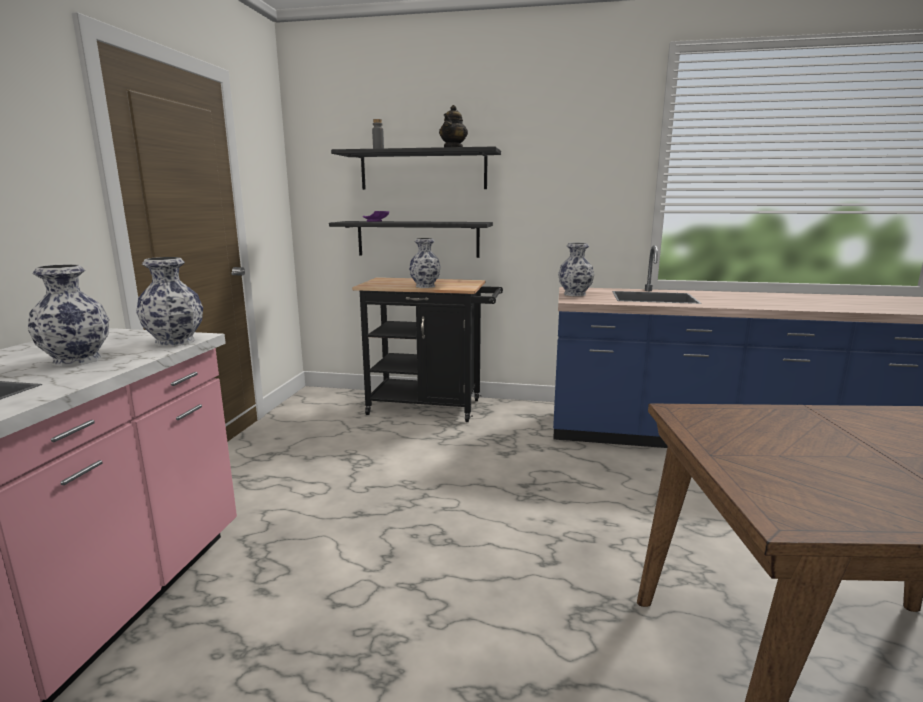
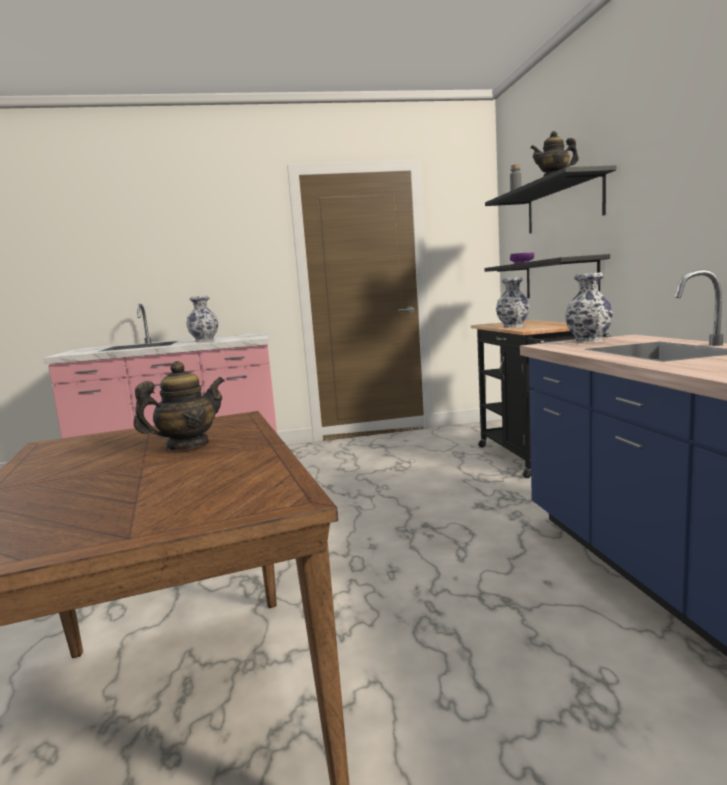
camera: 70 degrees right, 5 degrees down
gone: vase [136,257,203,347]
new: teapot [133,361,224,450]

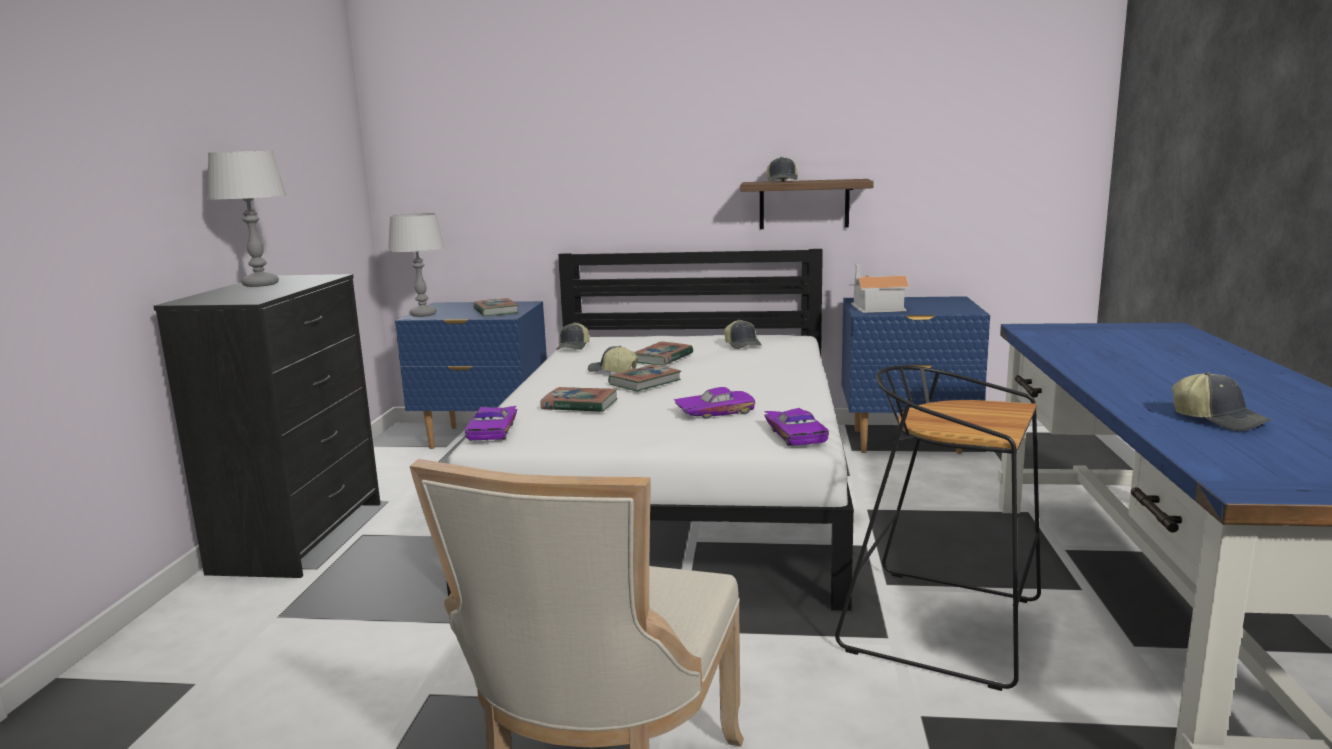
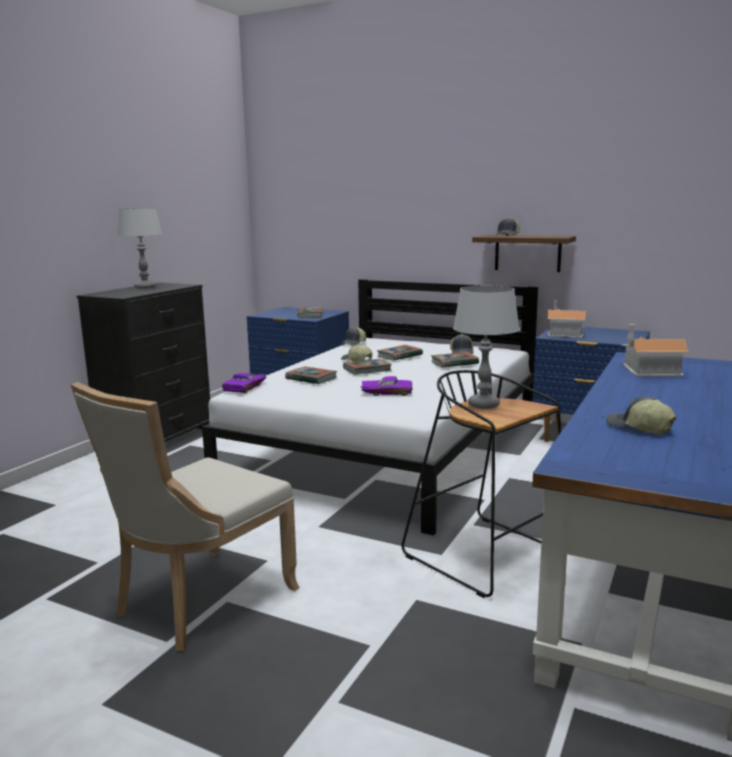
camera: 20 degrees right, 0 degrees up
gone: purple toy car [764,408,829,446]
new: toy house [621,324,689,377]; book [431,352,479,367]
shifted: grey table lamp [388,213,445,317] to [453,286,520,409]
rotated: cap [1172,372,1272,431] = [606,397,676,434] 150 degrees clockwise

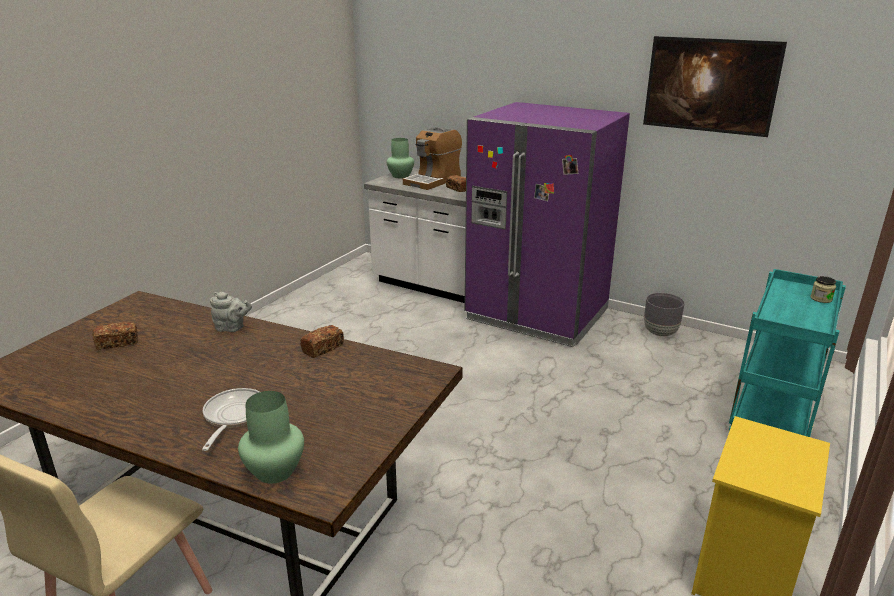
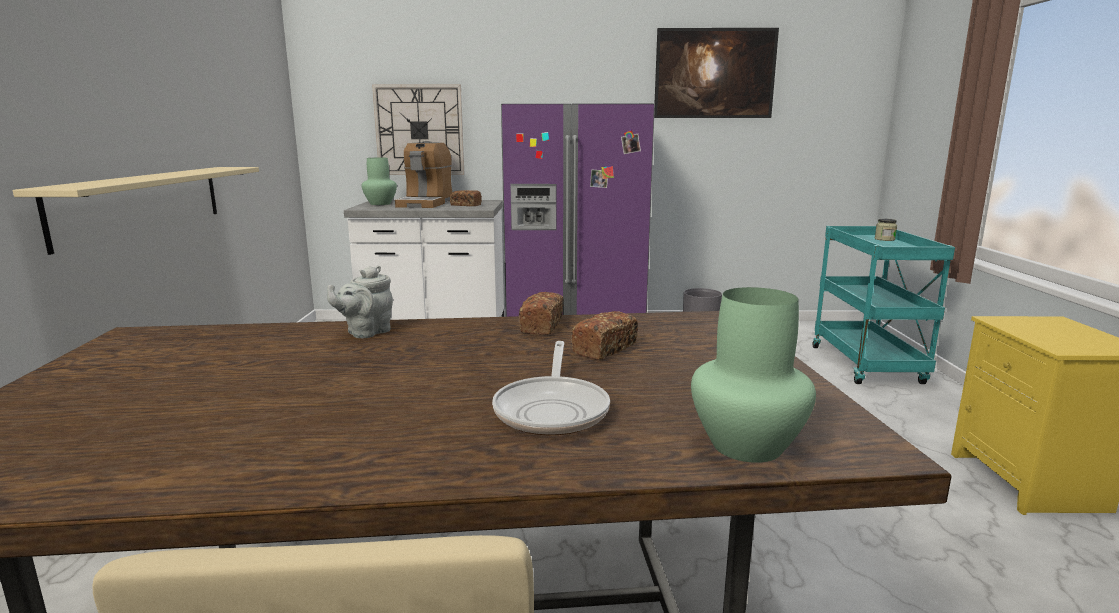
camera: 30 degrees left, 10 degrees down
new: wall clock [372,85,464,175]; beige shelf [13,167,259,255]
shifted: bread [93,322,138,350] to [571,311,638,360]
rotated: grey teapot [210,292,252,332] = [327,266,393,338] 150 degrees clockwise; frying pan [202,388,260,451] = [492,341,610,435] 150 degrees counterclockwise

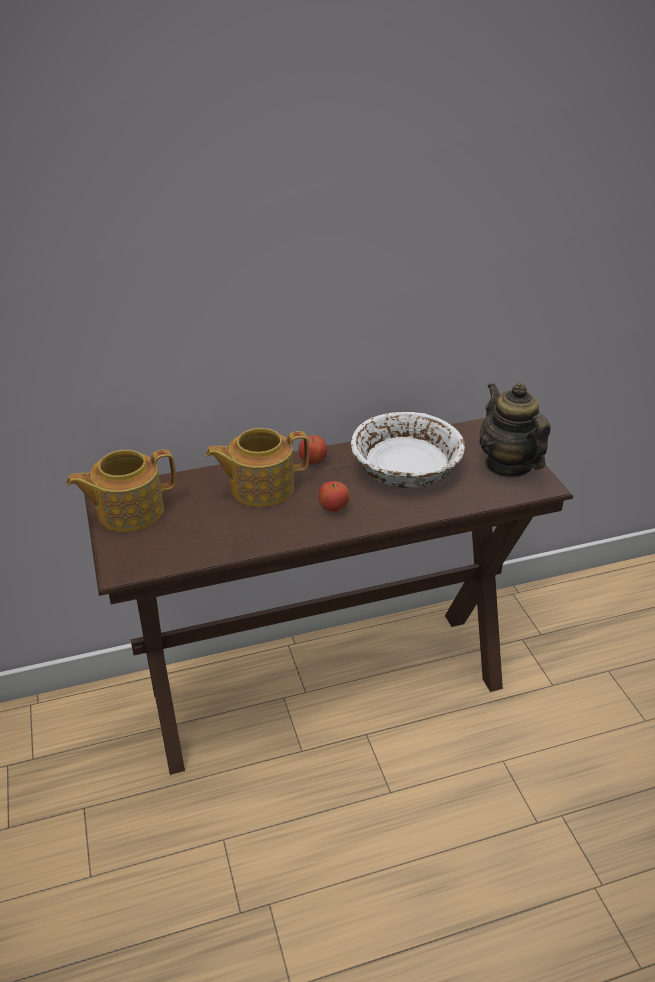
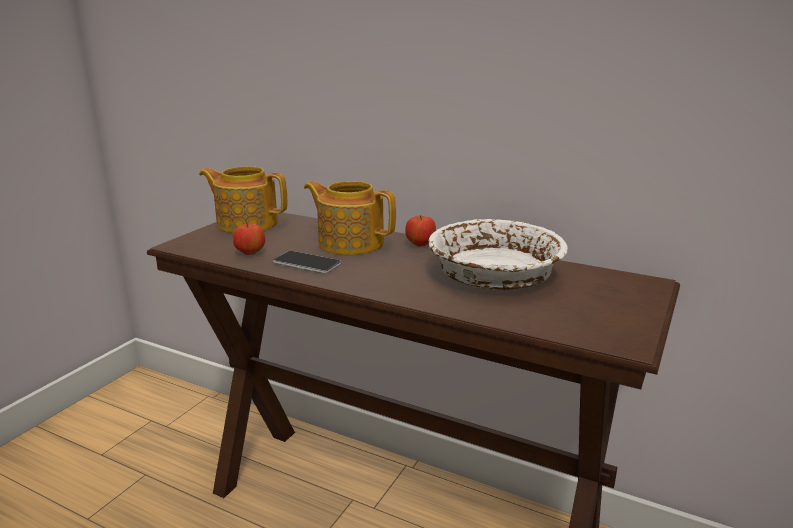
camera: 45 degrees right, 15 degrees down
gone: teapot [479,383,550,478]
new: phone [273,251,341,274]
shifted: apple [318,481,350,512] to [233,222,265,255]

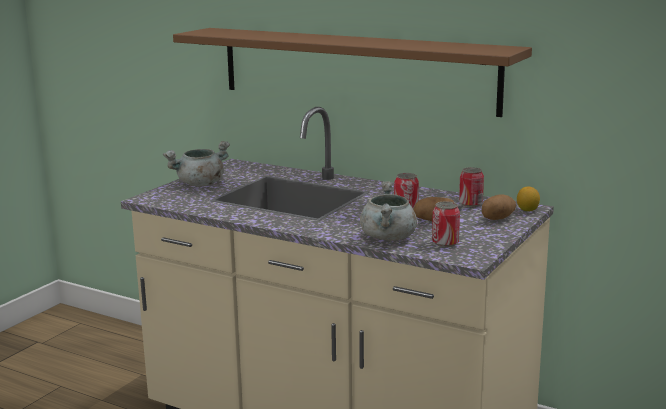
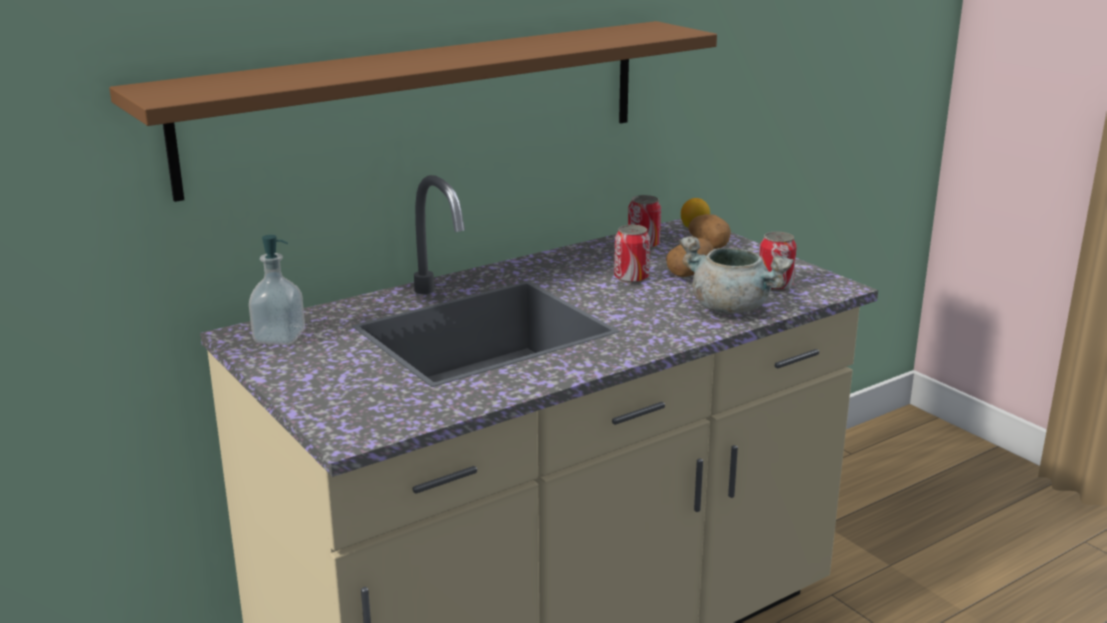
camera: 65 degrees left, 5 degrees up
gone: grey cooking pot [163,141,230,187]
new: soap dispenser [249,235,305,345]

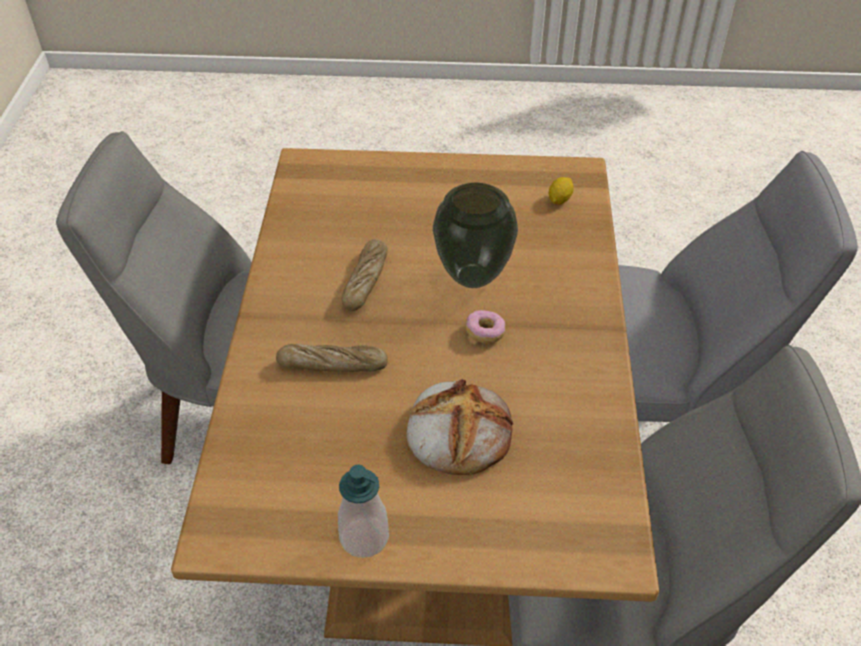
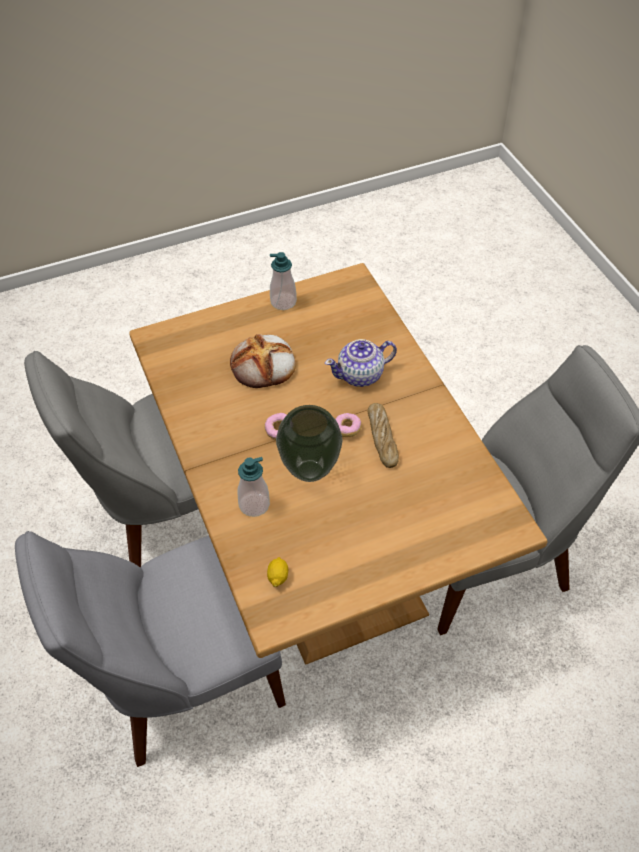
camera: 155 degrees right, 5 degrees up
new: donut [335,413,362,437]; soap dispenser [238,457,270,517]
swapped: bread [276,344,388,372] to teapot [325,339,397,387]

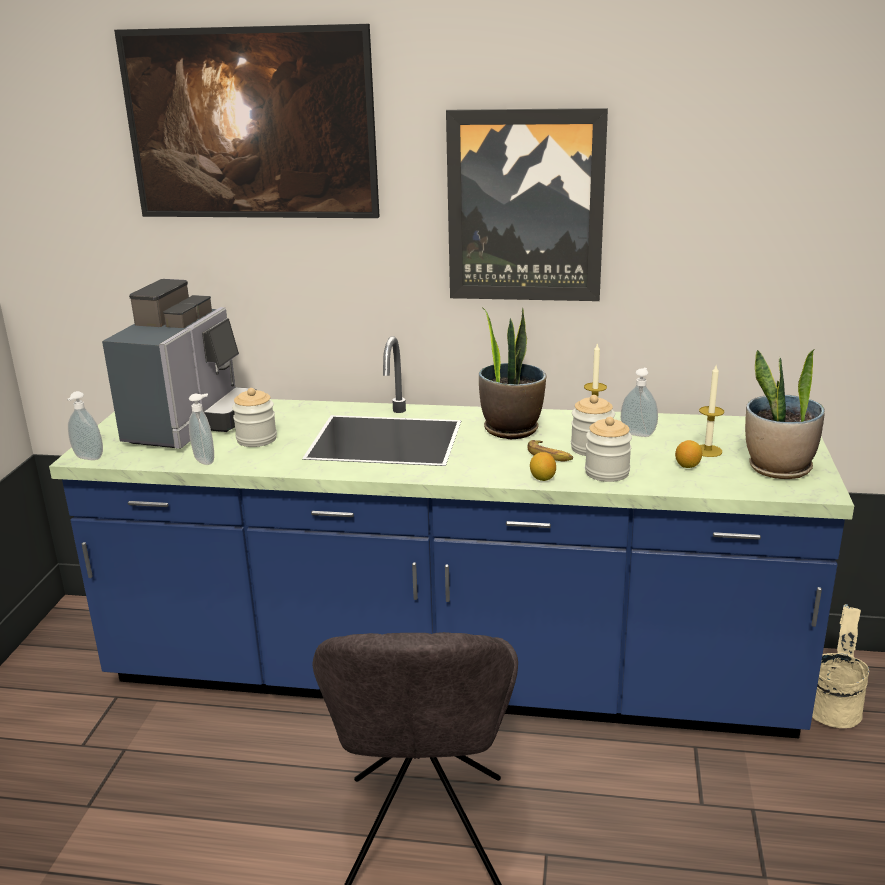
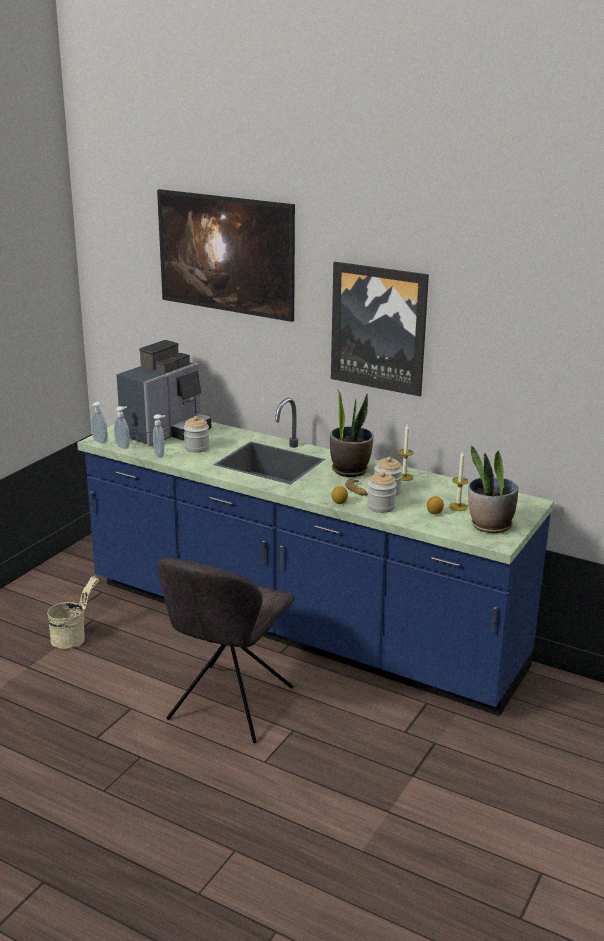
camera: 20 degrees right, 0 degrees up
shifted: soap dispenser [621,368,658,437] to [114,406,130,449]; beige bucket [812,604,869,728] to [47,576,99,649]

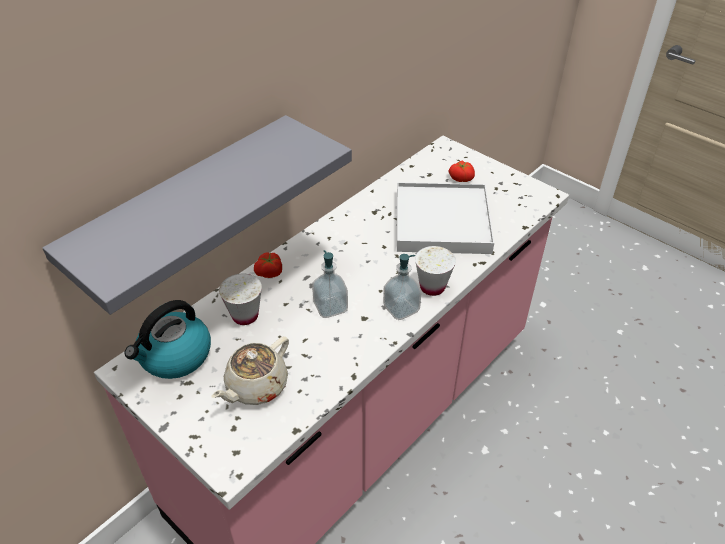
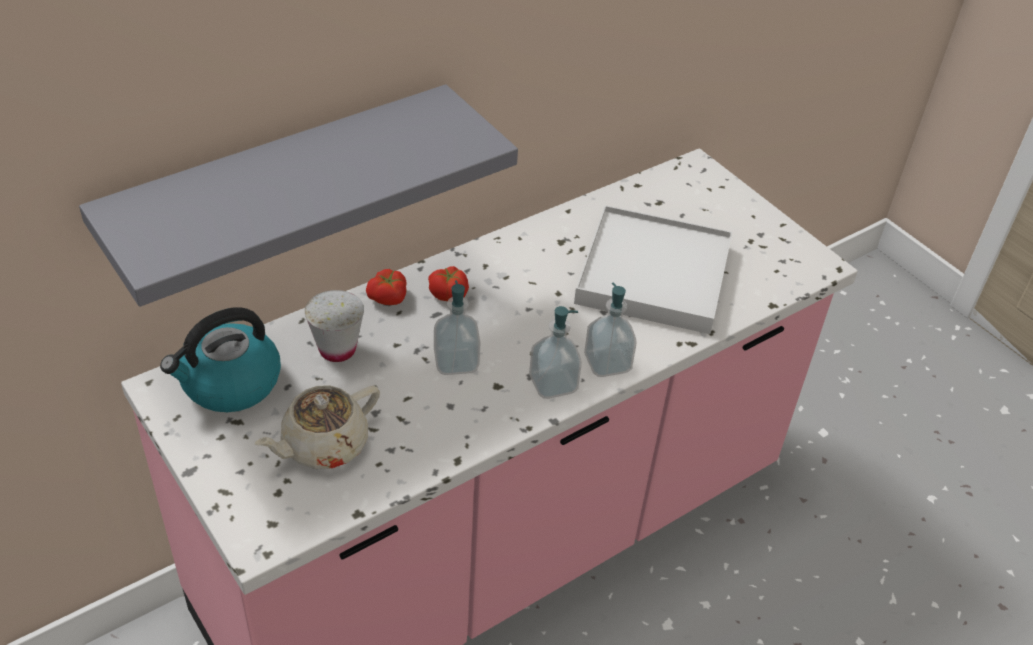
camera: 10 degrees right, 0 degrees up
shifted: tomato [449,160,475,182] to [428,266,469,301]
swapped: white cup [415,246,456,296] to soap dispenser [584,283,637,377]

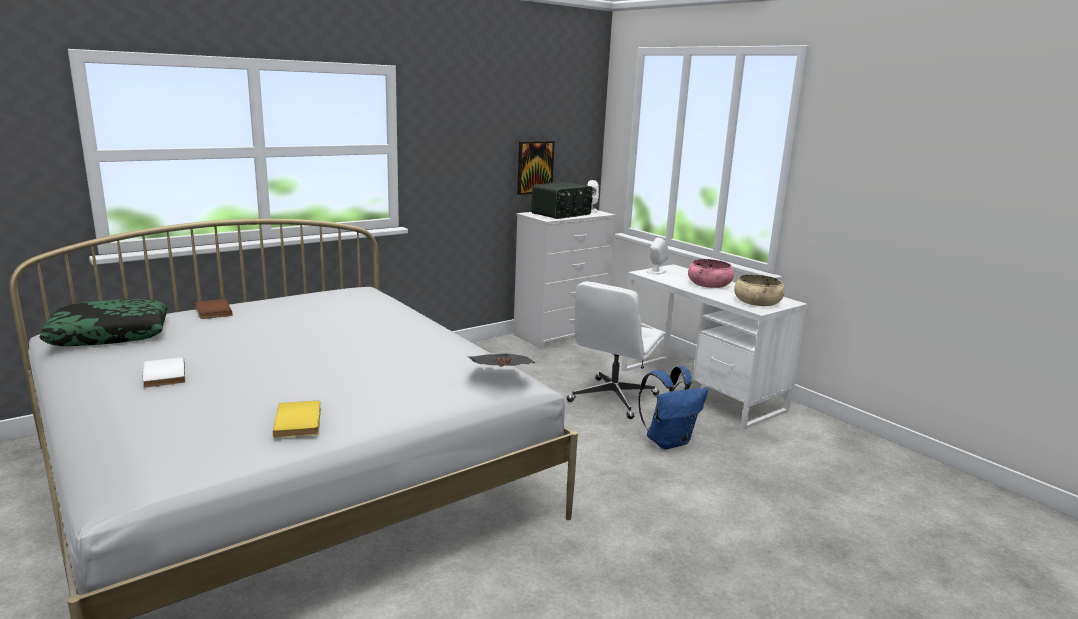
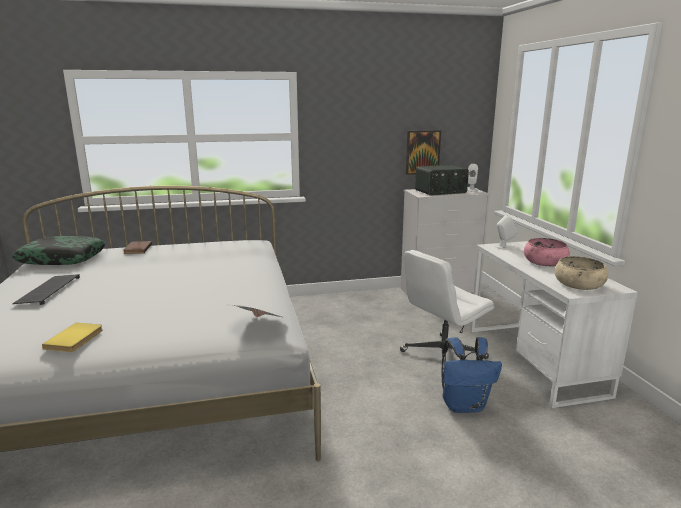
camera: 25 degrees right, 0 degrees up
swapped: white book [142,357,185,388] to keyboard [12,274,80,305]

